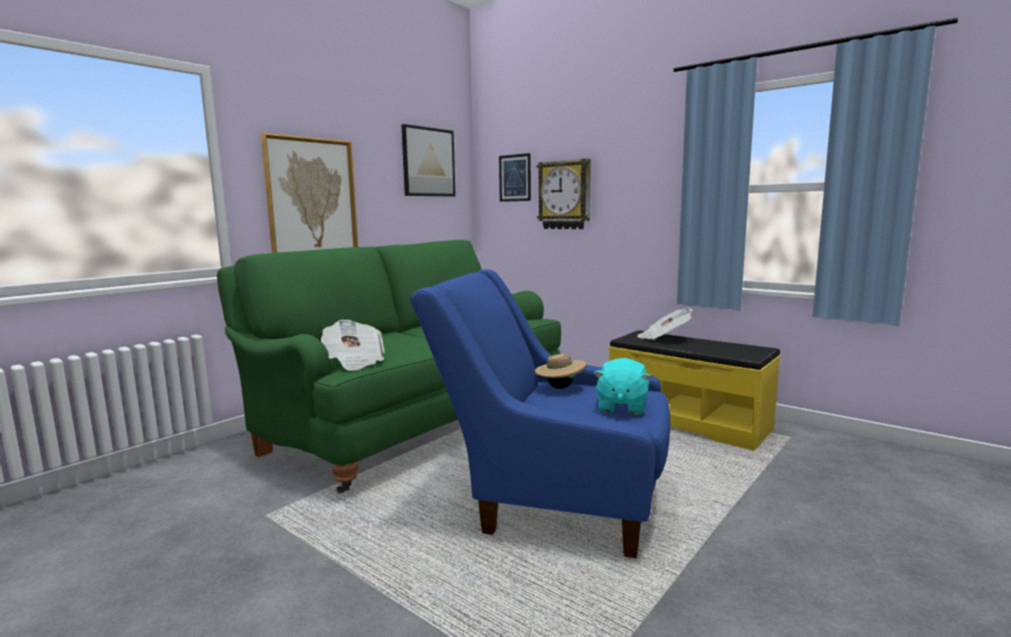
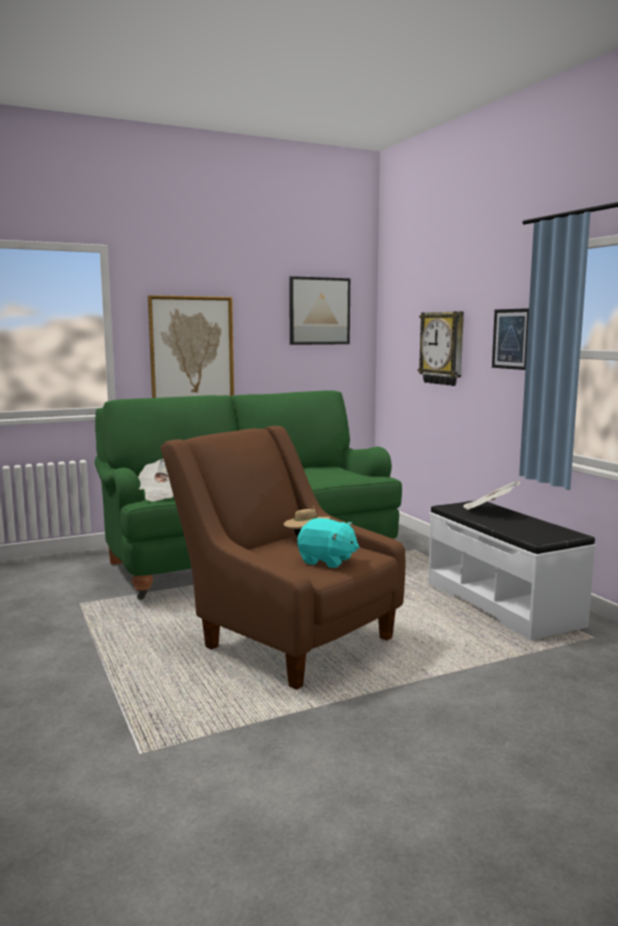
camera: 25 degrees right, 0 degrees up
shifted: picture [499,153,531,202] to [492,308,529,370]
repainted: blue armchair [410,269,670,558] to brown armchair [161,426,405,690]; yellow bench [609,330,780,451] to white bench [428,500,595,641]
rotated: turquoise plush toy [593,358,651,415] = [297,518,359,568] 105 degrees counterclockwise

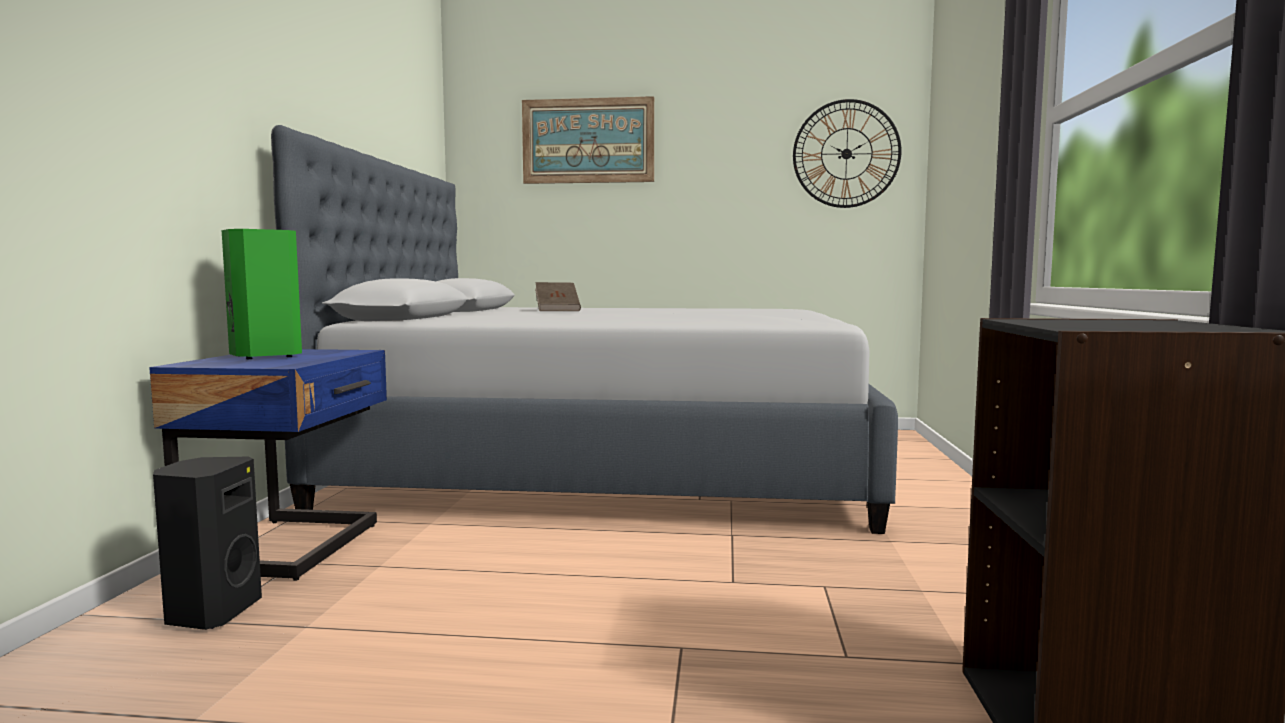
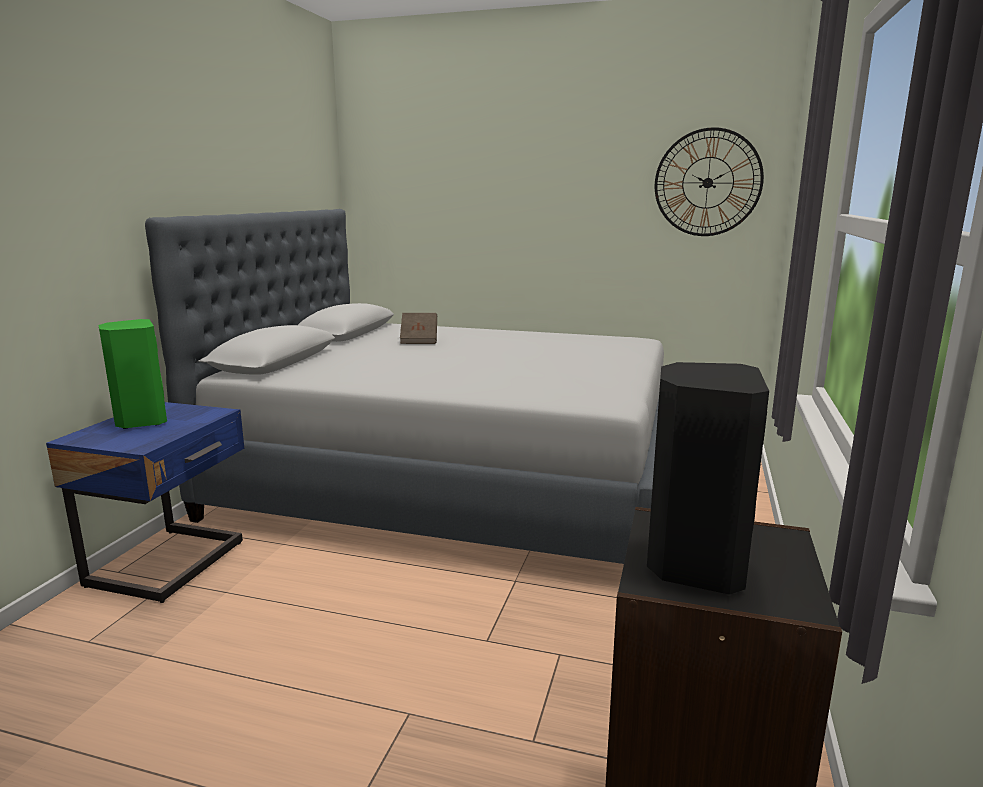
camera: 10 degrees right, 10 degrees up
gone: picture [522,96,654,184]
shifted: black speaker [153,457,262,630] to [647,362,769,595]

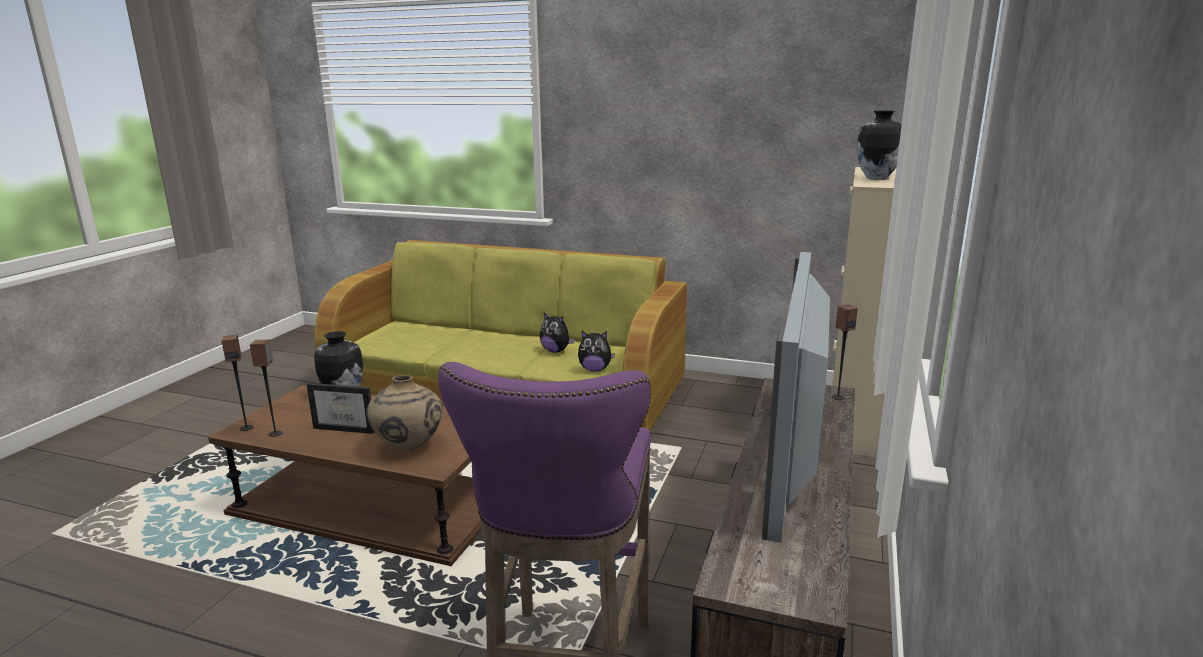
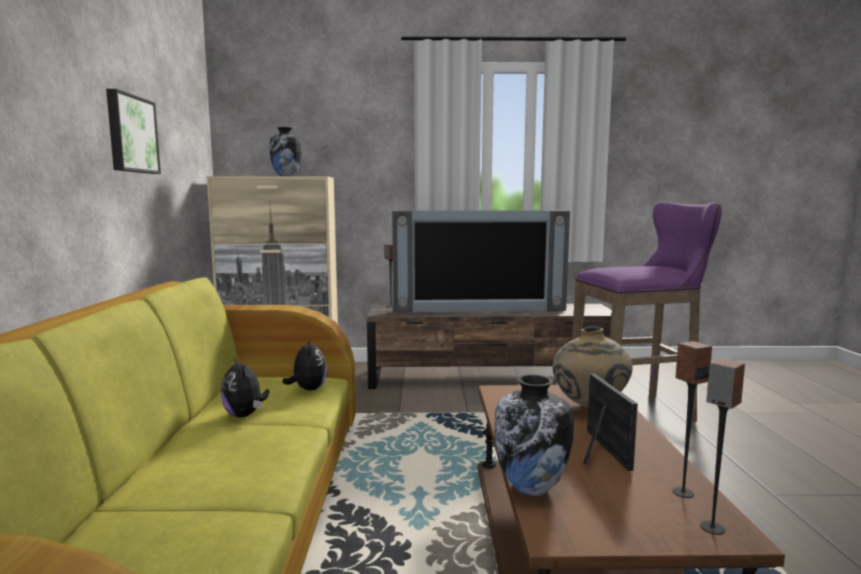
camera: 110 degrees left, 10 degrees down
new: picture [106,89,161,174]
rotated: plush toy [540,313,575,353] = [221,357,269,418] 135 degrees clockwise

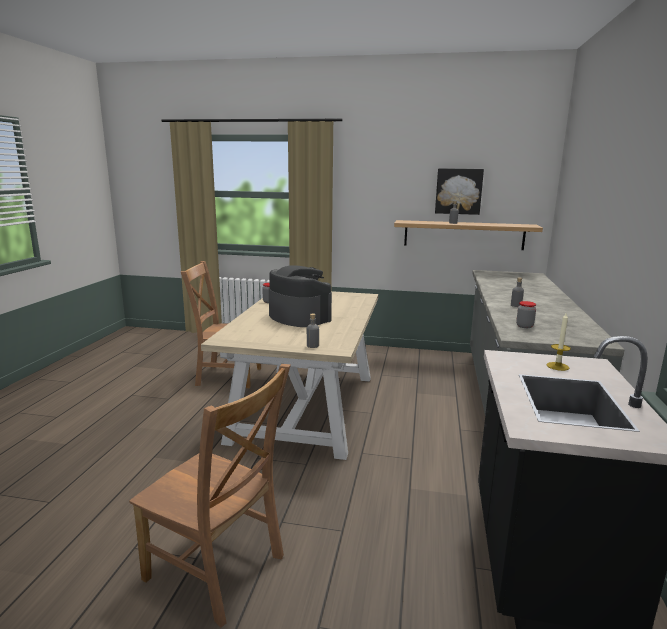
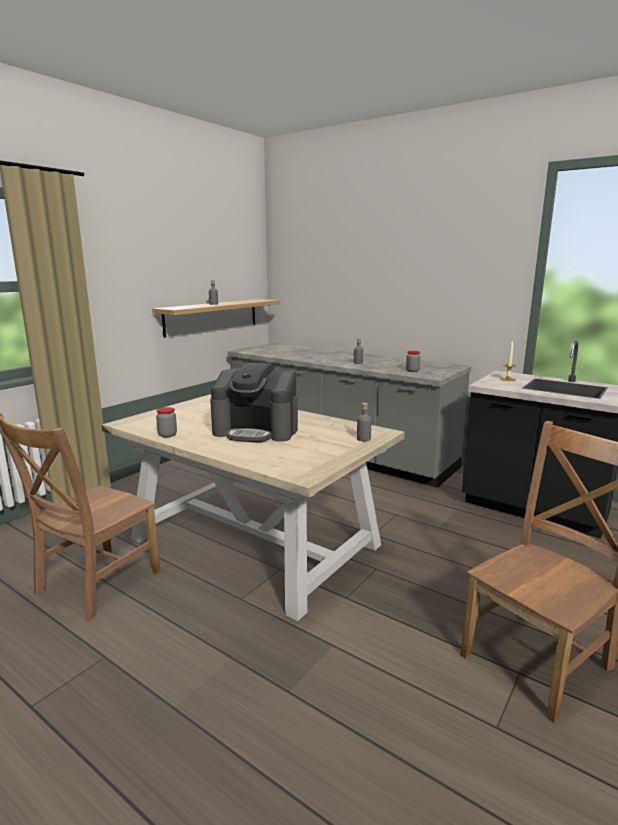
camera: 65 degrees left, 0 degrees up
gone: picture [435,168,484,215]
rotated: coffee machine [269,266,332,327] = [210,363,298,443] 150 degrees counterclockwise

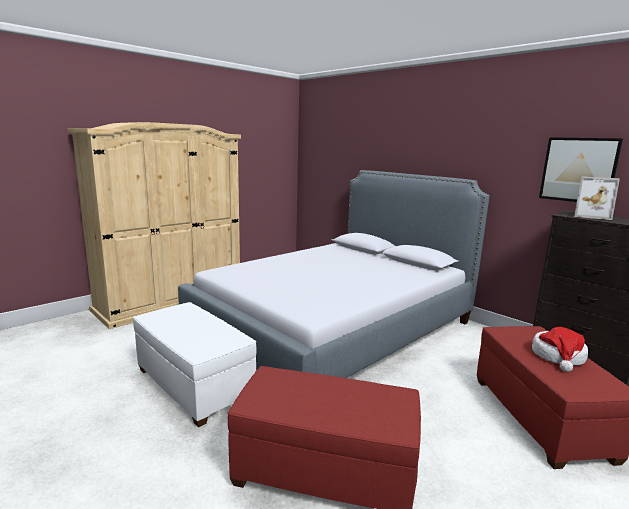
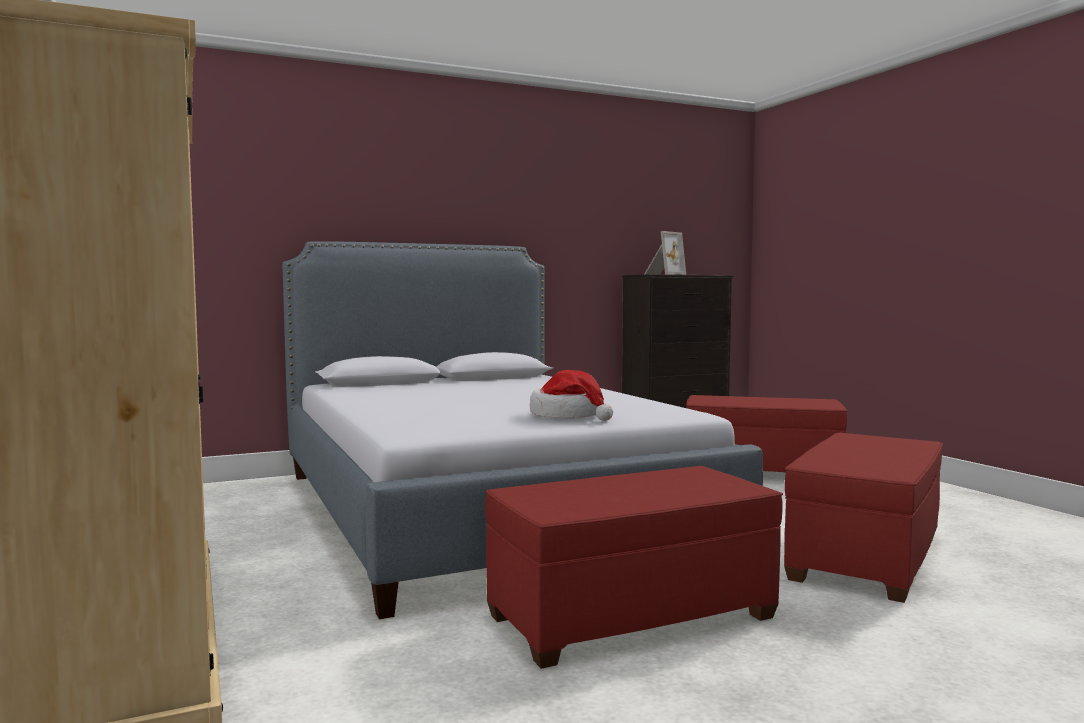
camera: 70 degrees left, 10 degrees down
gone: picture [539,137,623,202]
shifted: hat [532,327,588,372] to [530,370,613,421]
repainted: white ottoman [132,302,257,427] to red ottoman [485,466,783,669]

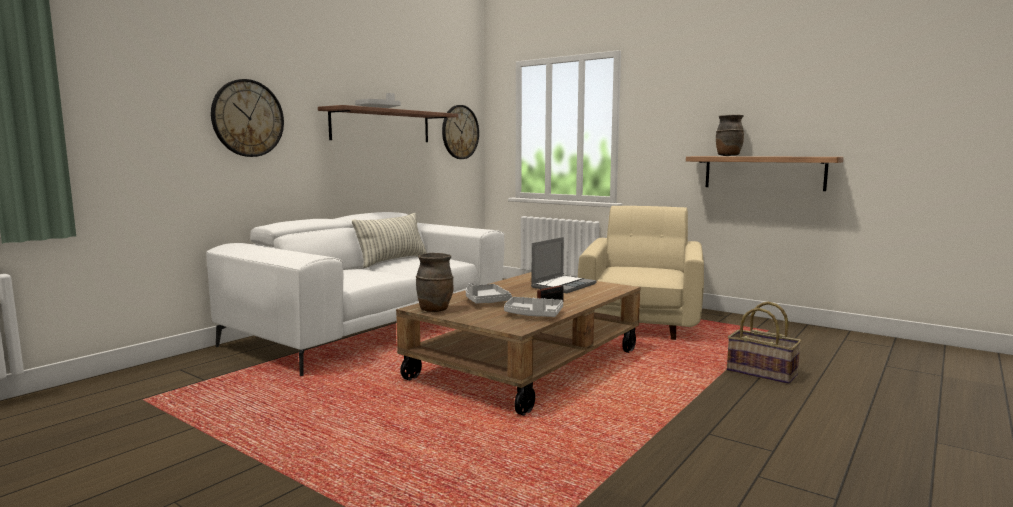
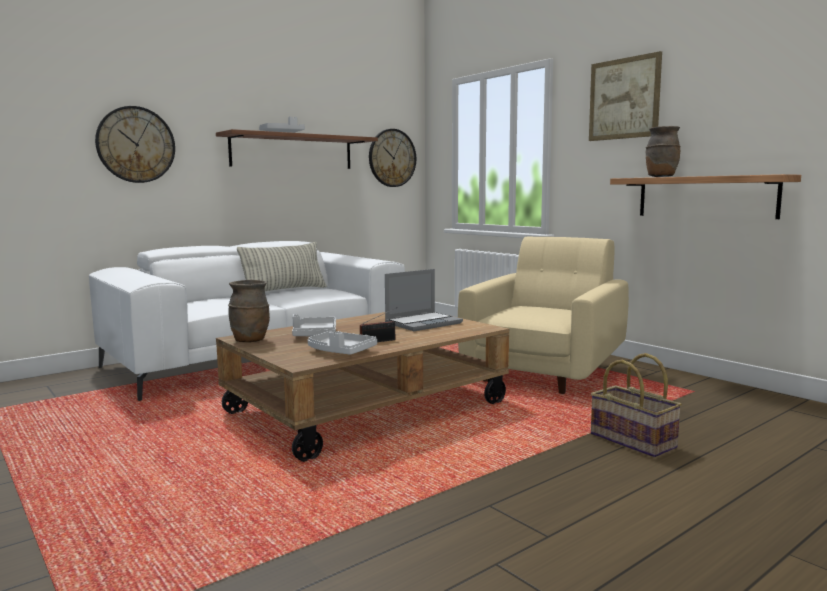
camera: 15 degrees right, 0 degrees up
new: picture [589,51,662,141]

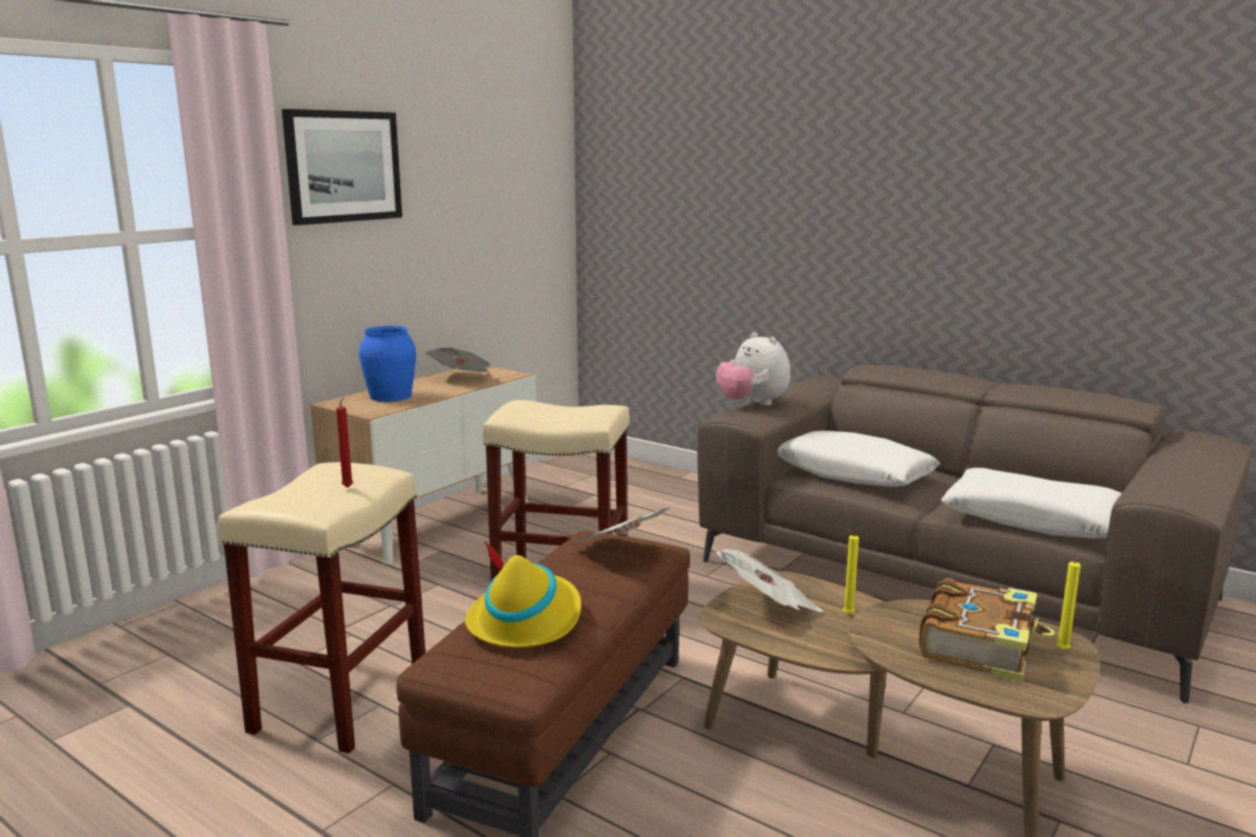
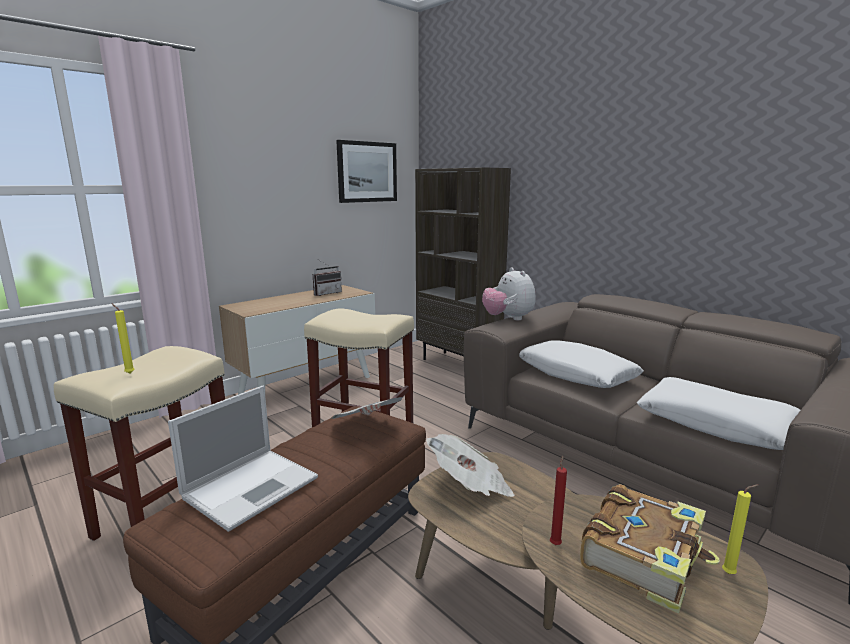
camera: 10 degrees right, 0 degrees up
gone: blue vase [359,326,416,402]
new: brown bookcase [415,167,511,360]
shifted: picture [282,109,402,225] to [336,140,397,203]; red candle [336,396,353,488] to [550,456,567,545]; yellow candle [843,528,859,615] to [112,304,134,374]
swapped: newspaper [425,348,491,372] to radio [313,260,342,296]; yellow hat [465,541,581,648] to laptop [168,386,318,532]

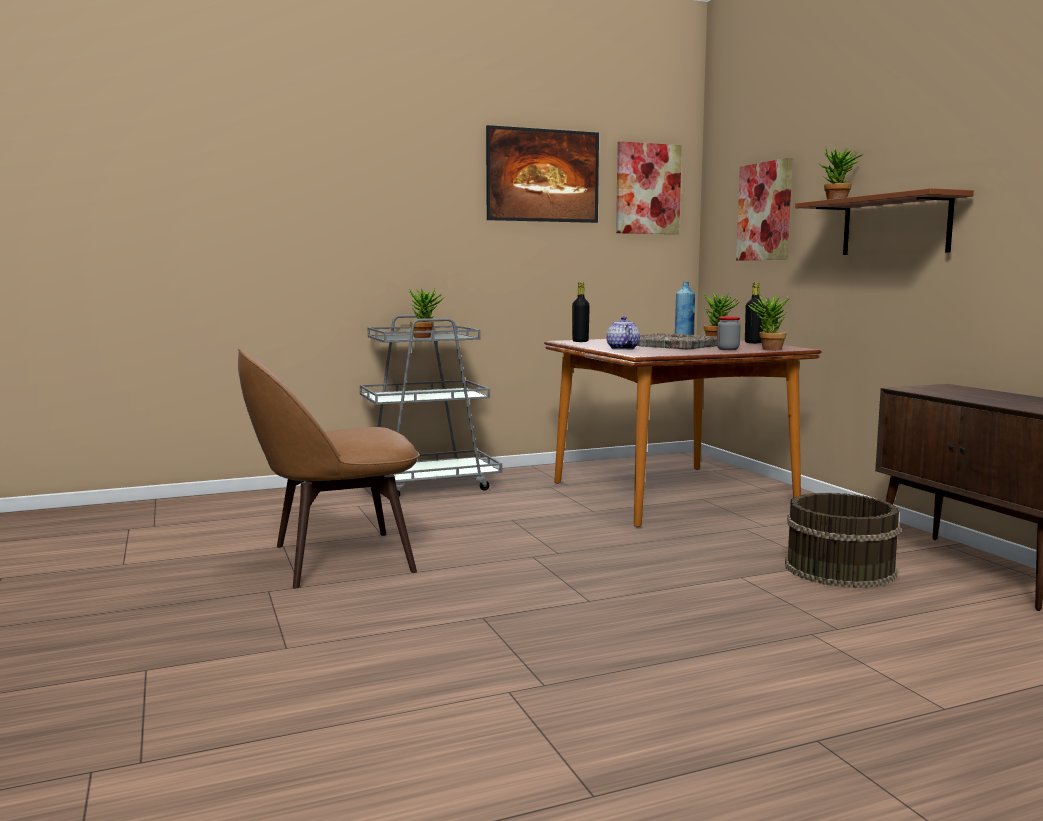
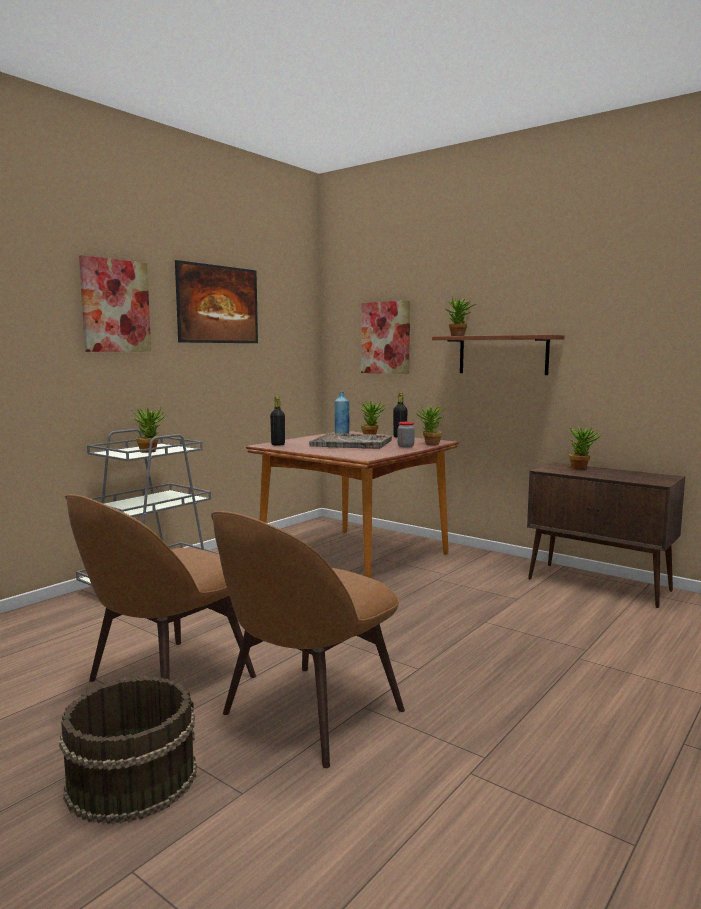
camera: 30 degrees left, 0 degrees up
gone: teapot [606,316,640,350]
new: potted plant [569,426,602,469]; brown chair [211,511,405,768]
shifted: picture [616,141,682,234] to [79,255,151,352]; brown bucket [785,493,900,588] to [59,676,197,825]

